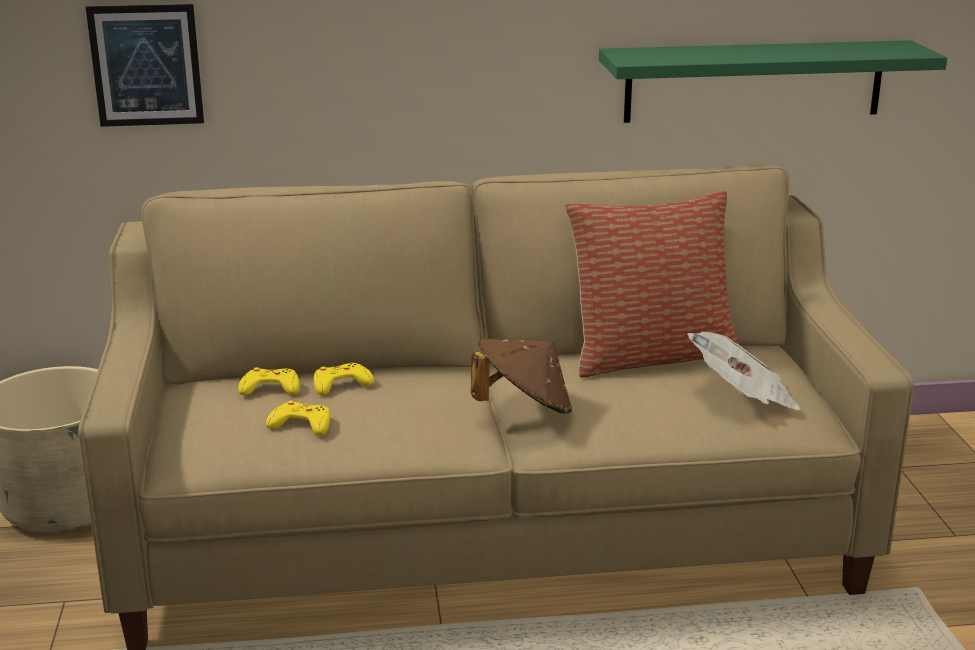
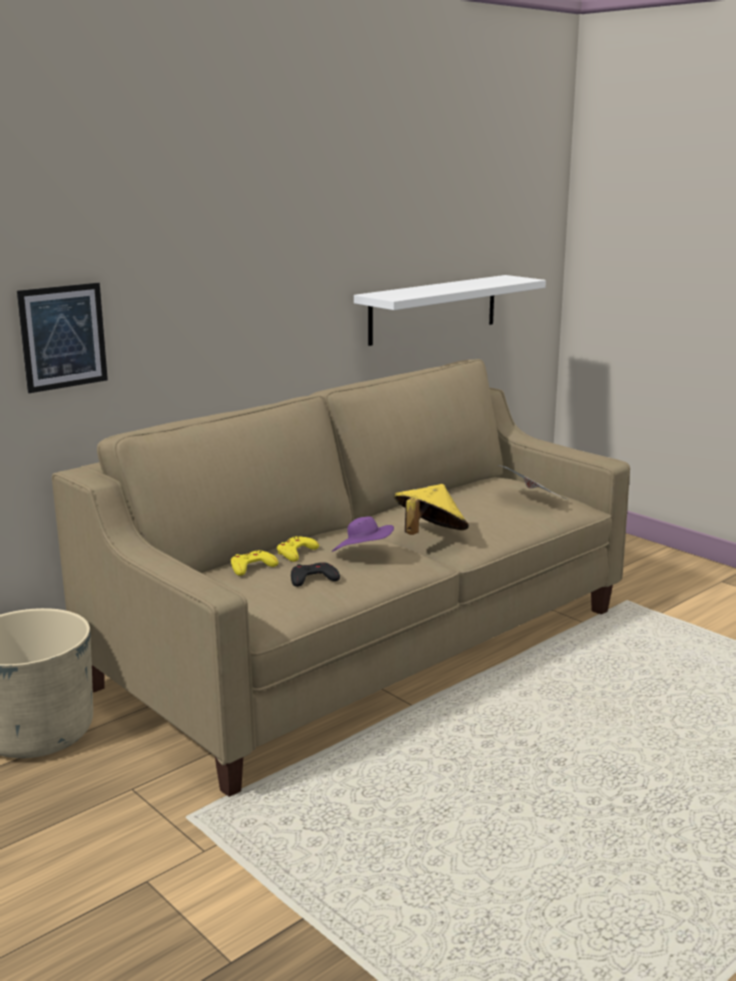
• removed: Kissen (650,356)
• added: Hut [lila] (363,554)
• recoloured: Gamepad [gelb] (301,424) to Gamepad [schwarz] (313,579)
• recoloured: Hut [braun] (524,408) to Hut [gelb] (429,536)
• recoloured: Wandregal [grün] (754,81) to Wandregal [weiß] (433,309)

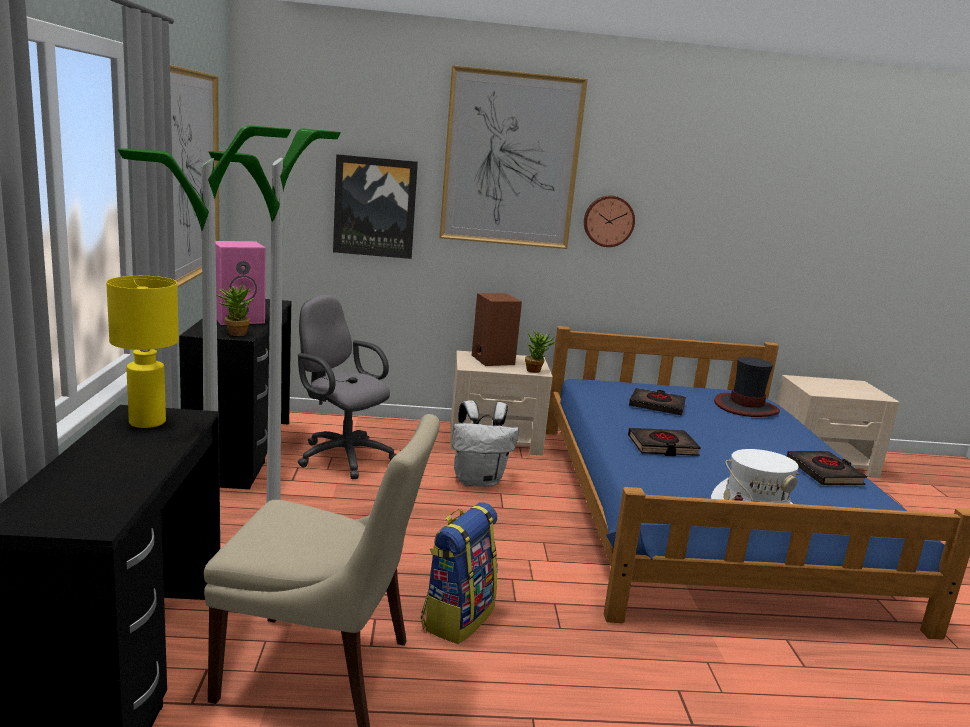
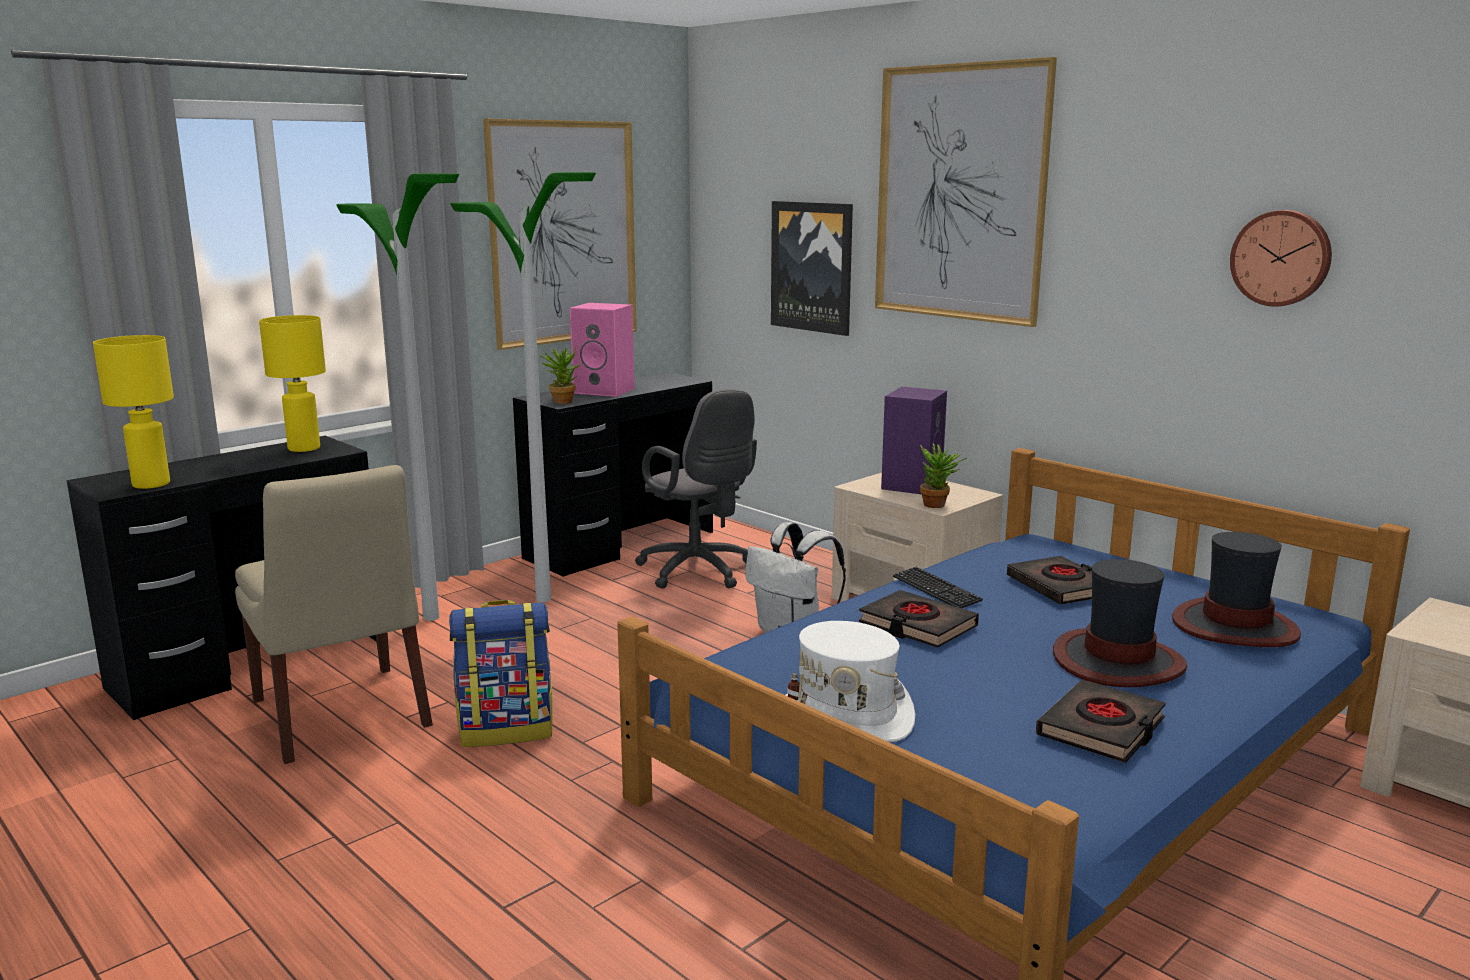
• added: Tischlampe [gelb] (152,484)
• added: Tastatur (936,590)
• added: Hut (1117,661)
• moved: Wanduhr (608,221) to (1281,258)
• recoloured: Lautsprecher [braun] (491,359) to Lautsprecher [lila] (911,484)
• turned: Bürostuhl [grau] (341,456) = (699,572) 150 degrees clockwise

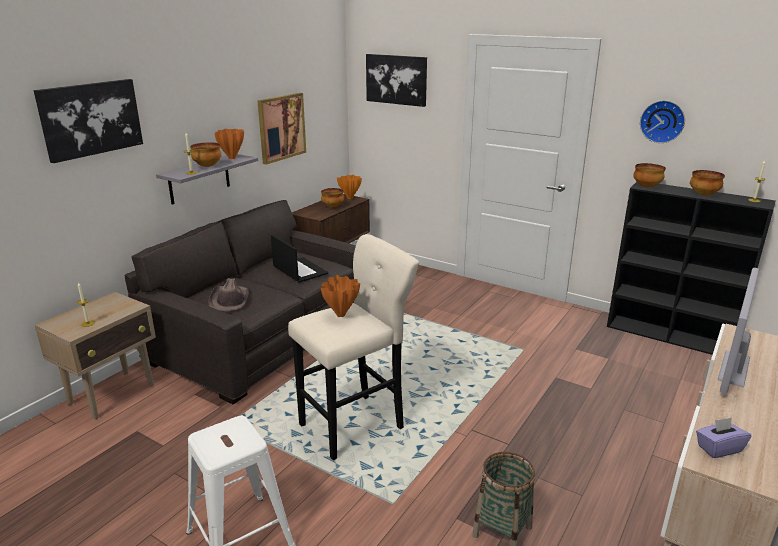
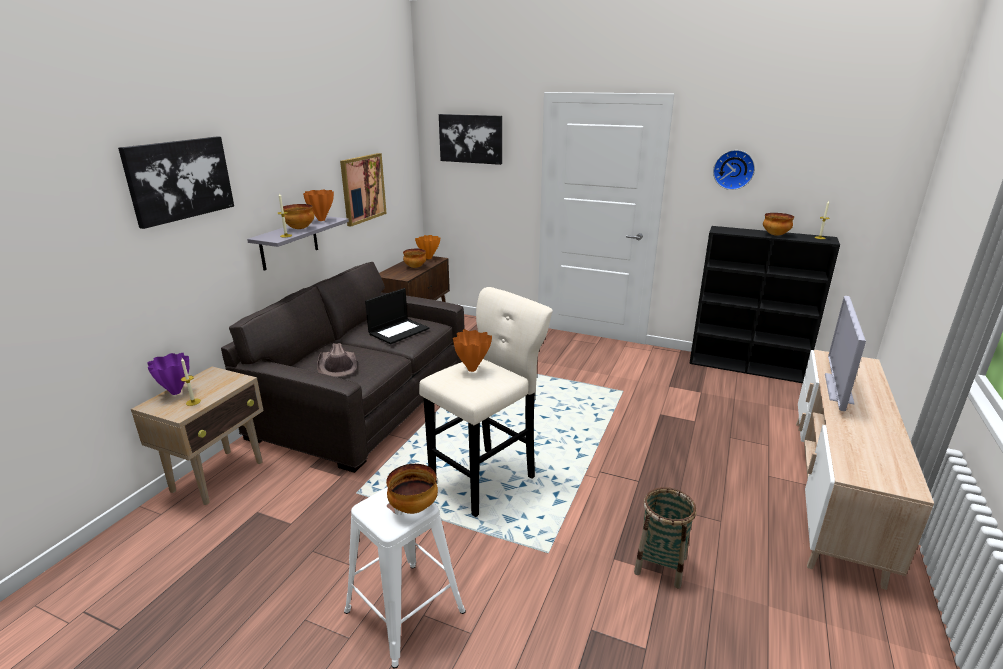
• removed: Taschentuchbox [lila] (718,448)
• added: Vase [lila] (176,392)
• moved: Schüssel (647,187) to (414,508)
• turned: Laptop (299,270) = (399,331) 90 degrees clockwise

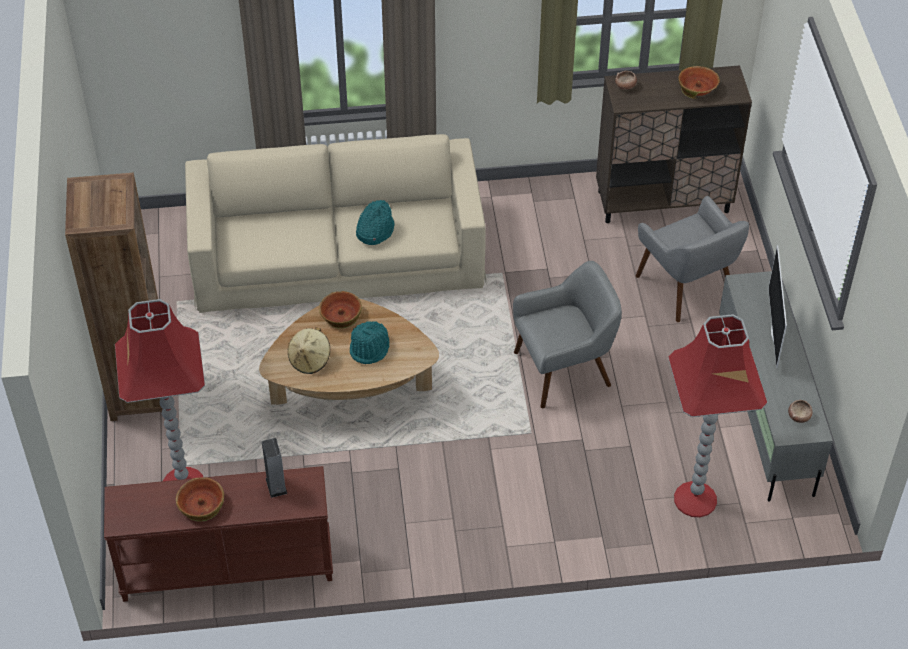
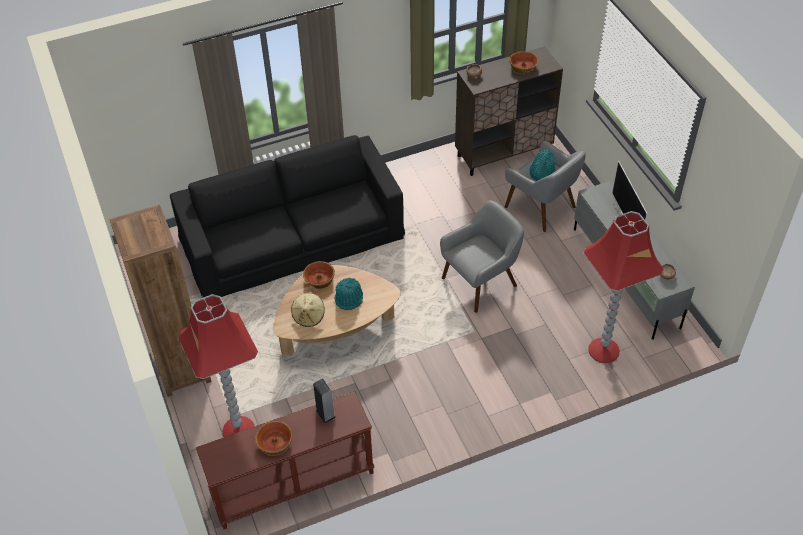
• moved: Hut [türkis] (374,230) to (541,172)
• recoloured: Sofa [beige] (337,253) to Sofa [schwarz] (292,237)

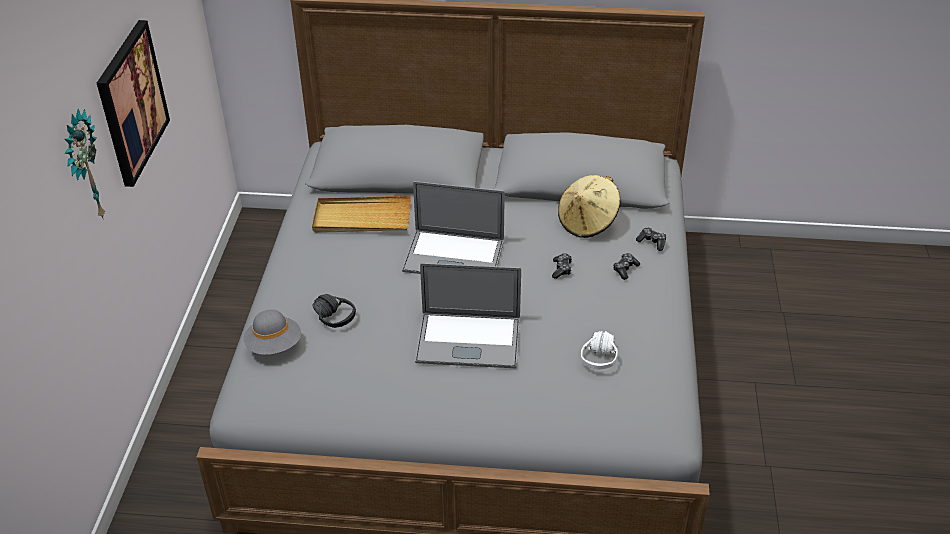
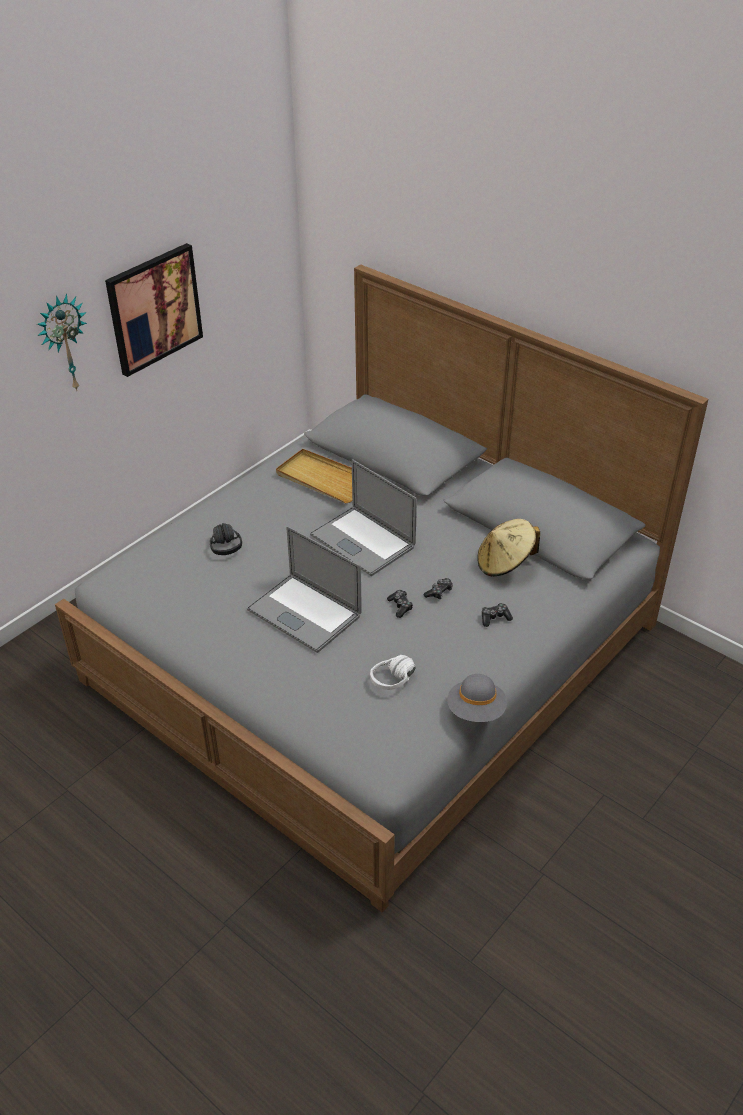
• moved: Hut [grau] (274,345) to (476,711)
• moved: Gamepad (652,242) to (400,606)

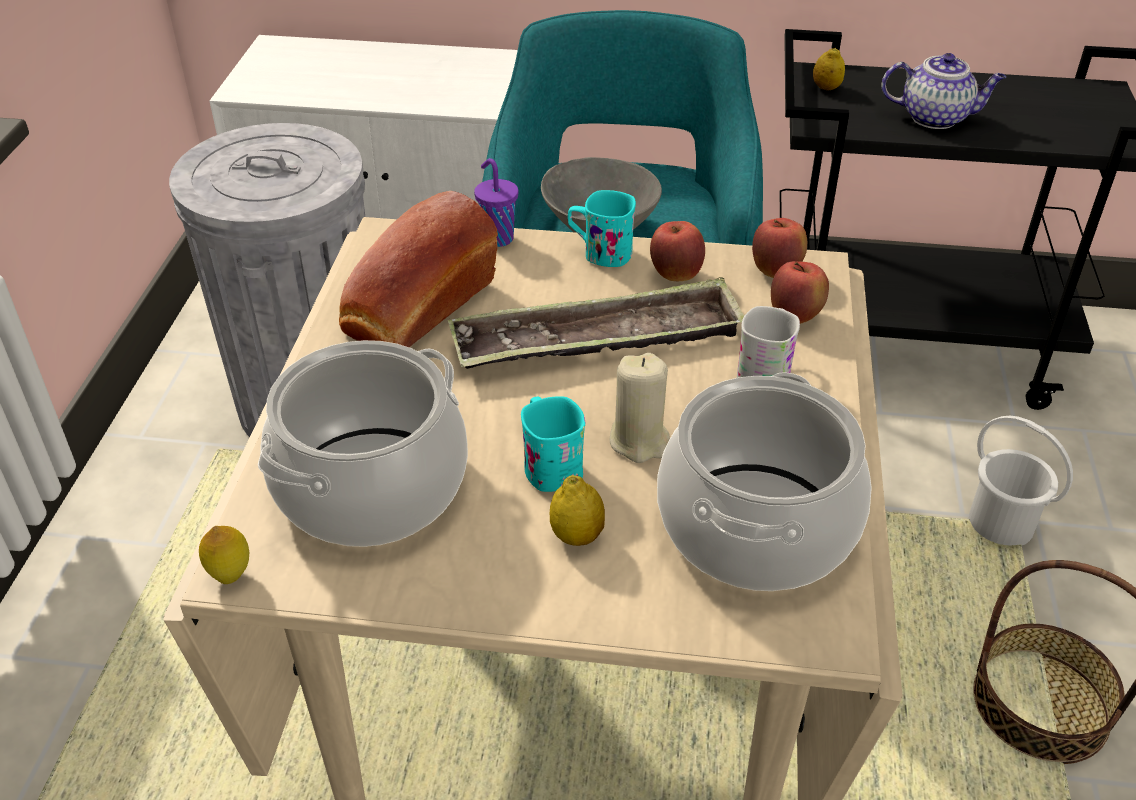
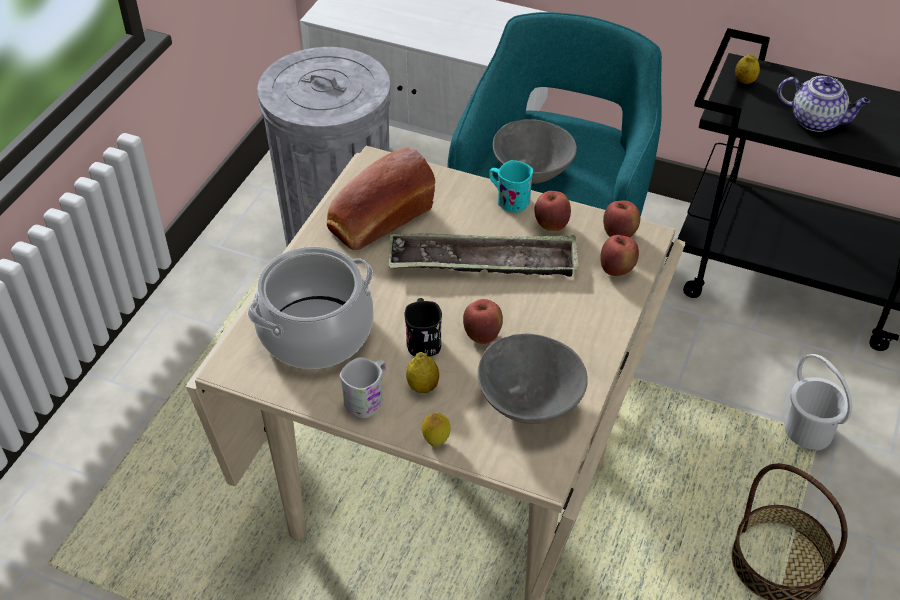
• removed: Tasse [lila] (497,238)
• moved: Zitrone (230,575) to (436,441)
• moved: Henkelbecher [weiß] (766,370) to (368,398)
• replaced: Kerze [beige] (640,441) to Apfel (482,335)
• replaced: Kochtopf (755,526) to Schüssel [grau] (529,402)
• recoloured: Henkelbecher [türkis] (549,464) to Henkelbecher [schwarz] (423,339)

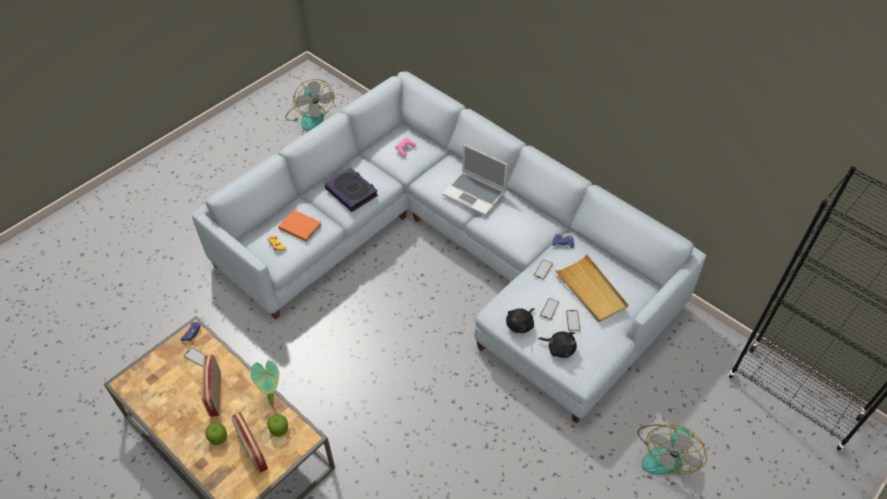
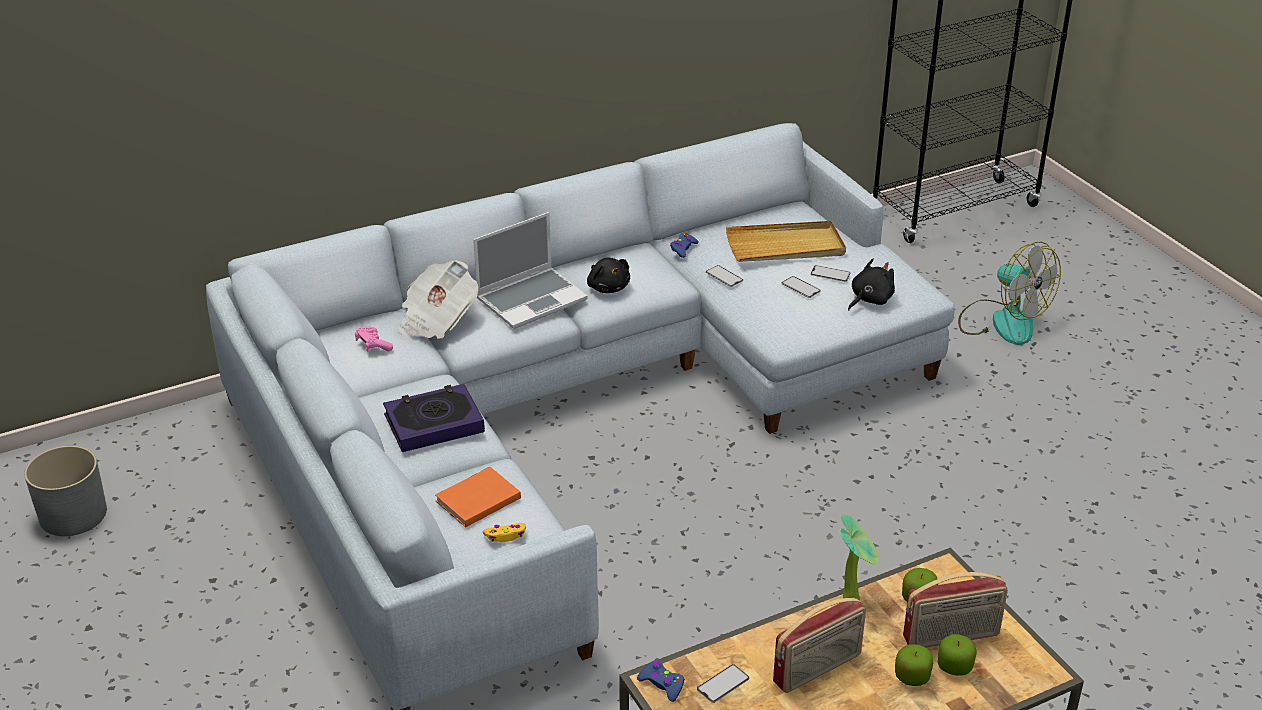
• added: Zeitung (437,319)
• added: Apfel (954,666)
• moved: Plüschtier [schwarz] (520,325) to (608,287)
• replaced: Ventilator (310,116) to Pflanzkübel [grau] (73,514)
• turned: Radio (214,394) = (818,670) 45 degrees counterclockwise

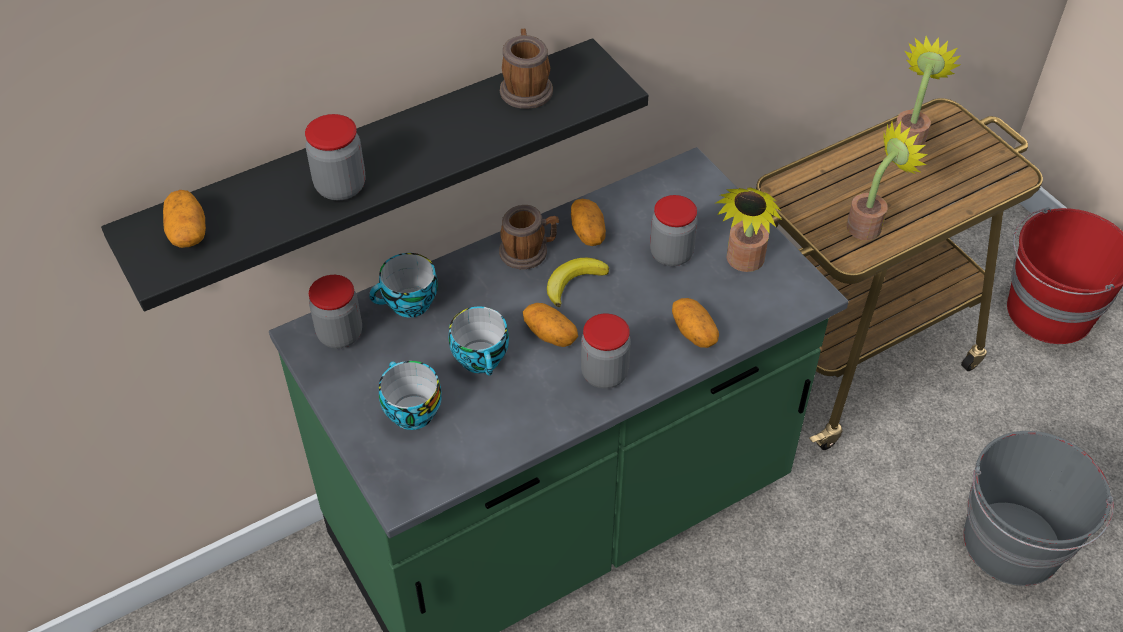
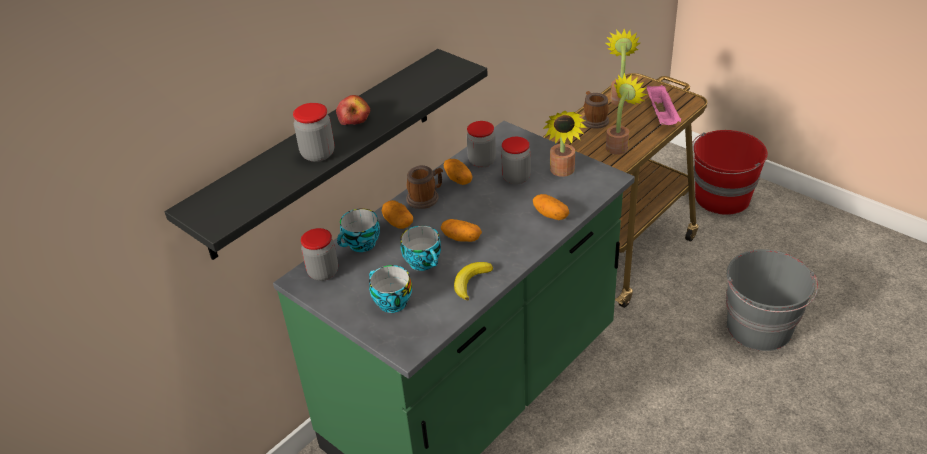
• added: Apfel (354,119)
• added: Tablett [rosa] (662,116)
• moved: Kartoffel (188,232) to (398,222)
• moved: Henkelbecher (525,87) to (593,119)
• moved: Banane (573,282) to (471,282)
• moved: Vorratsglas (604,374) to (482,161)

